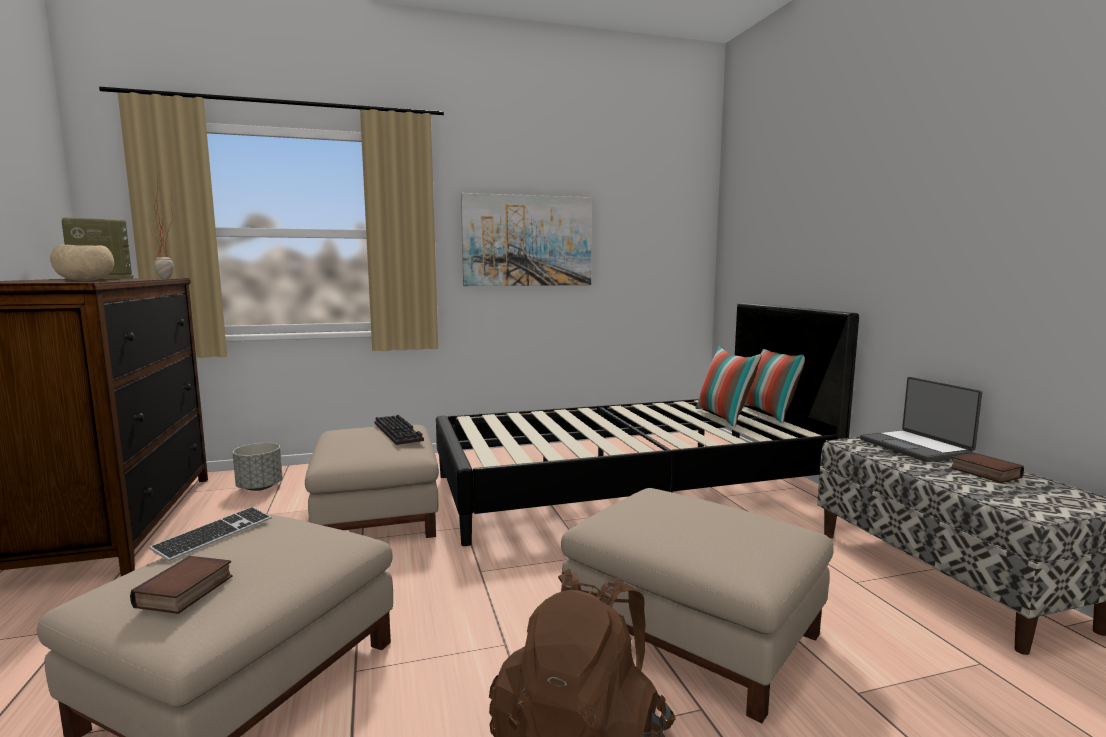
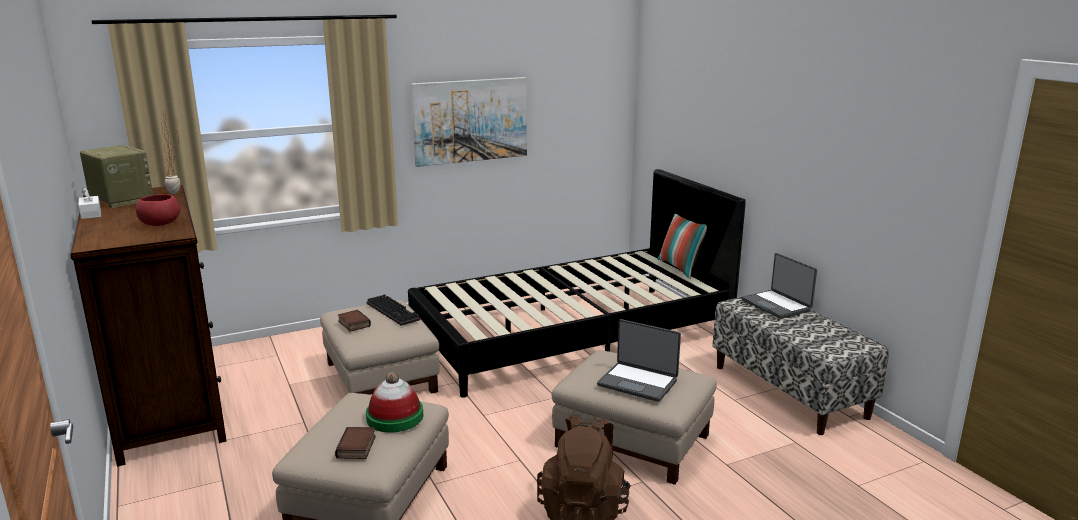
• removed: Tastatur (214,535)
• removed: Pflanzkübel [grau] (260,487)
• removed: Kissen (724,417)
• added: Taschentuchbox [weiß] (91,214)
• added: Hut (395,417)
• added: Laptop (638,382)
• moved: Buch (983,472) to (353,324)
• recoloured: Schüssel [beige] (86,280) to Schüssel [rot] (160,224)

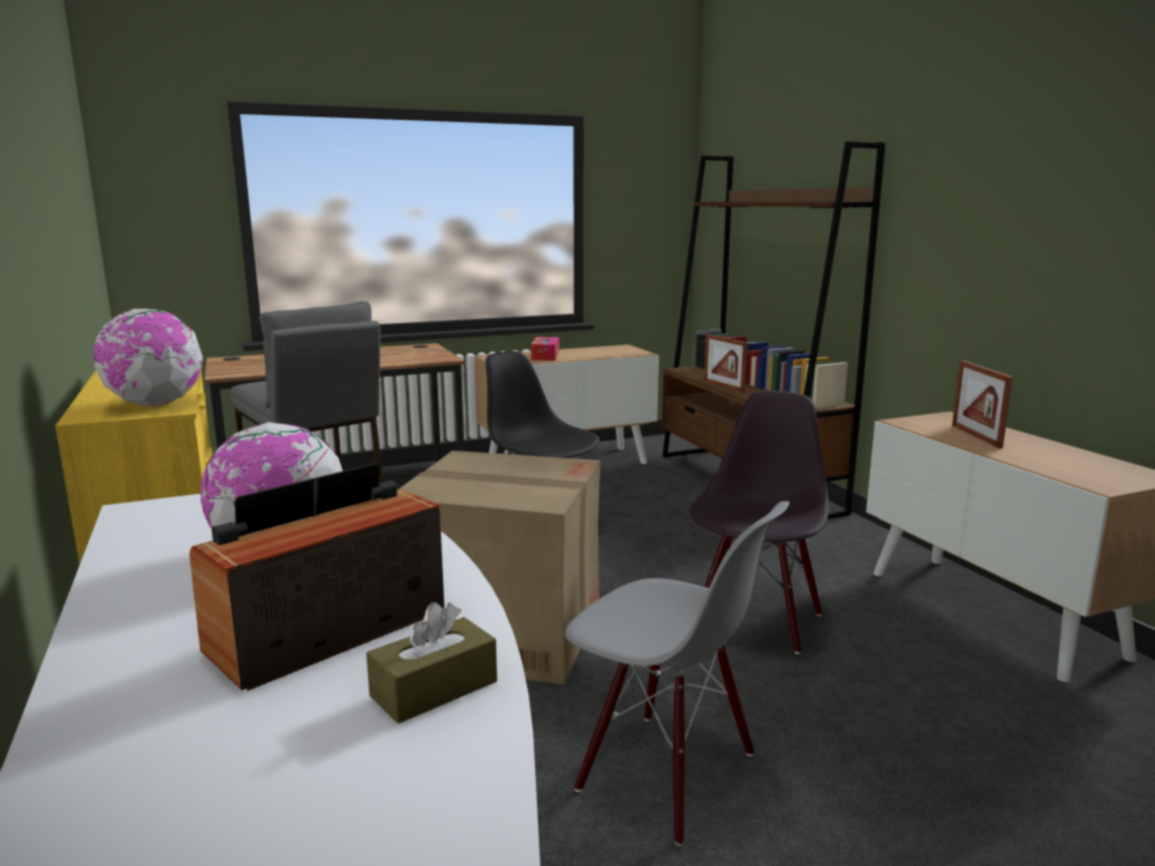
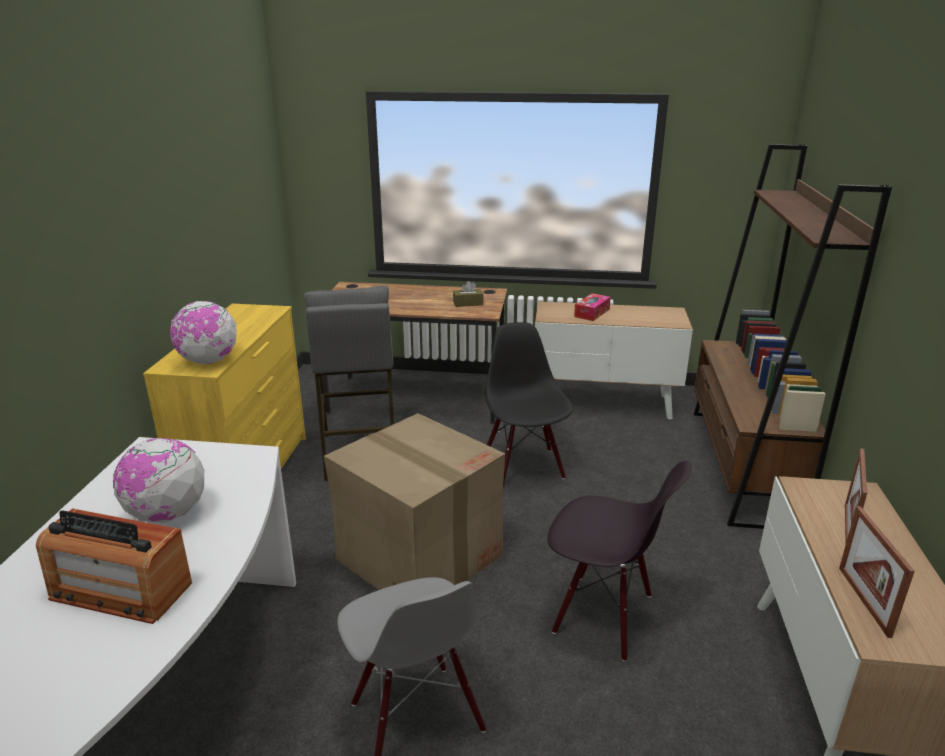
• moved: Taschentuchbox [braun] (434,689) to (468,303)
• moved: Bilderrahmen (723,386) to (864,601)
• turned: Radio (328,631) = (120,591) 150 degrees counterclockwise
• turned: Stuhl [schwarz] (754,620) = (603,615) 60 degrees clockwise

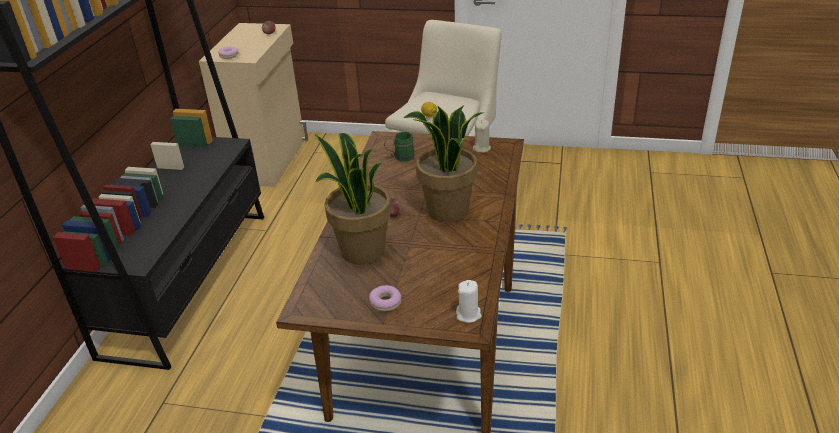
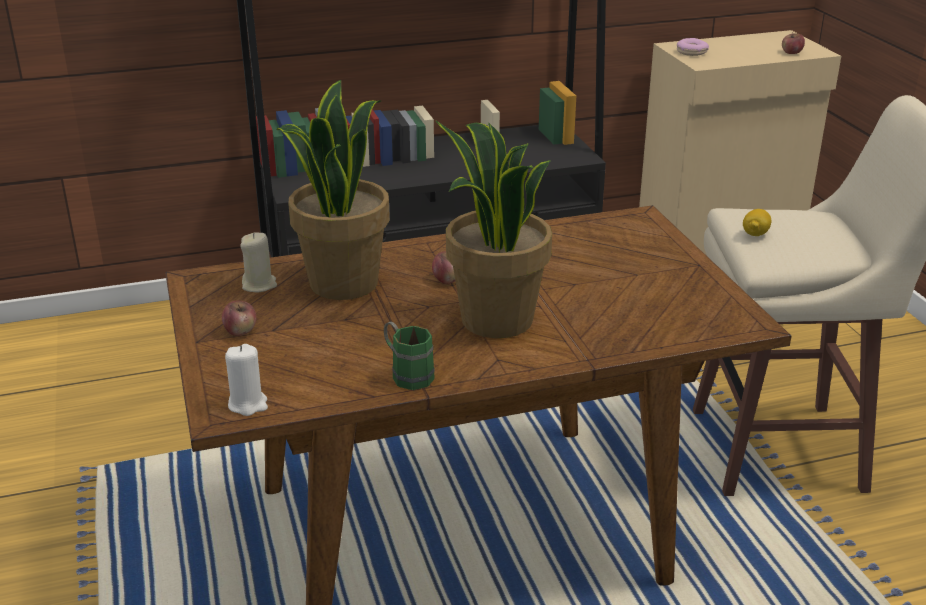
• moved: Henkelbecher [grün] (400,157) to (406,374)
• moved: Kerze [beige] (481,148) to (259,285)
• replaced: Donut (385,302) to Apfel (240,331)

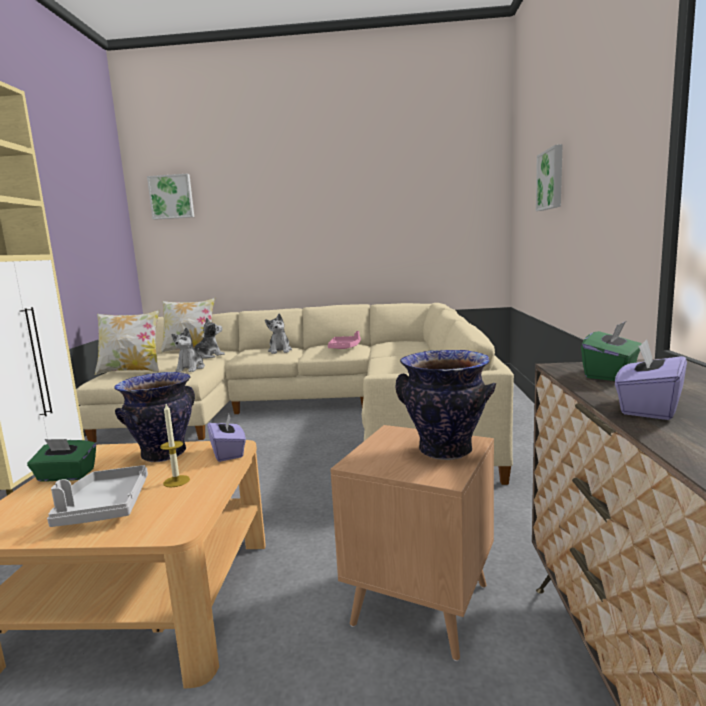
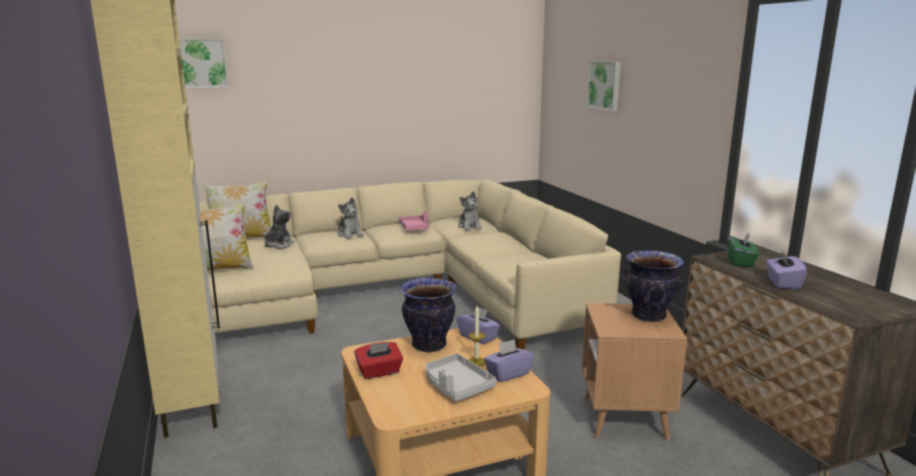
• added: Taschentuchbox [lila] (508,374)
• moved: Plüschtier (191,368) to (469,226)
• recoloured: Taschentuchbox [grün] (66,476) to Taschentuchbox [rot] (379,372)

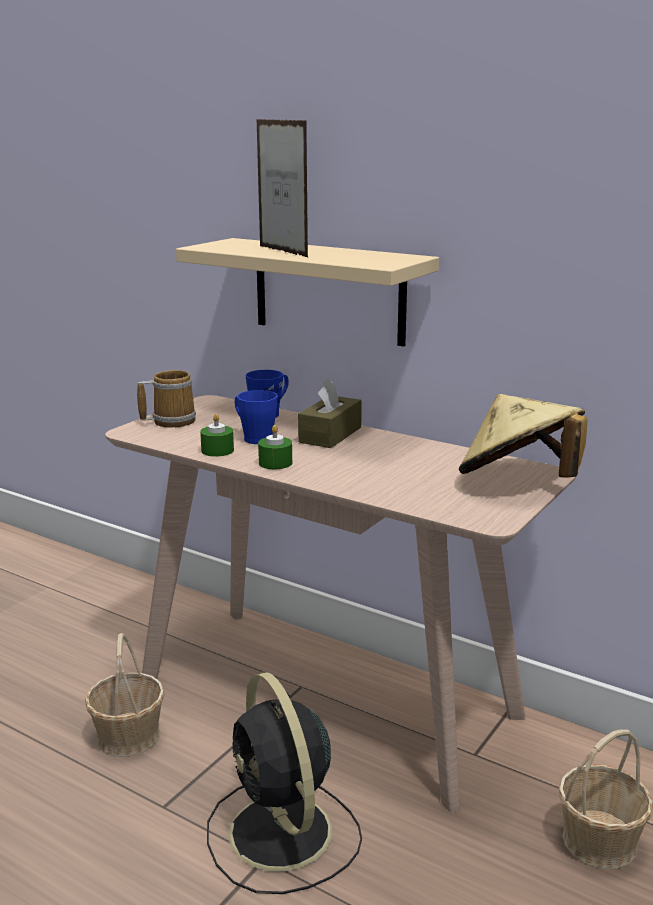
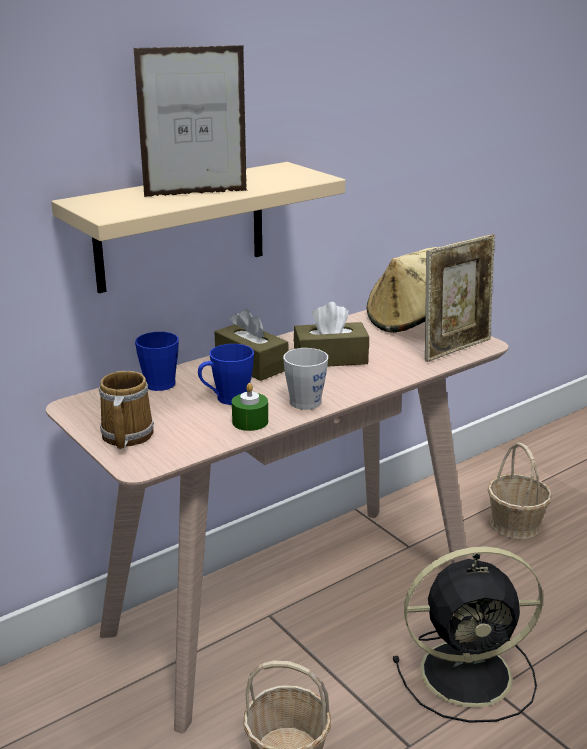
• added: Taschentuchbox [braun] (330,358)
• added: Bilderrahmen (456,348)
• replaced: Kerze [grün] (275,463) to Henkelbecher [grau] (308,399)

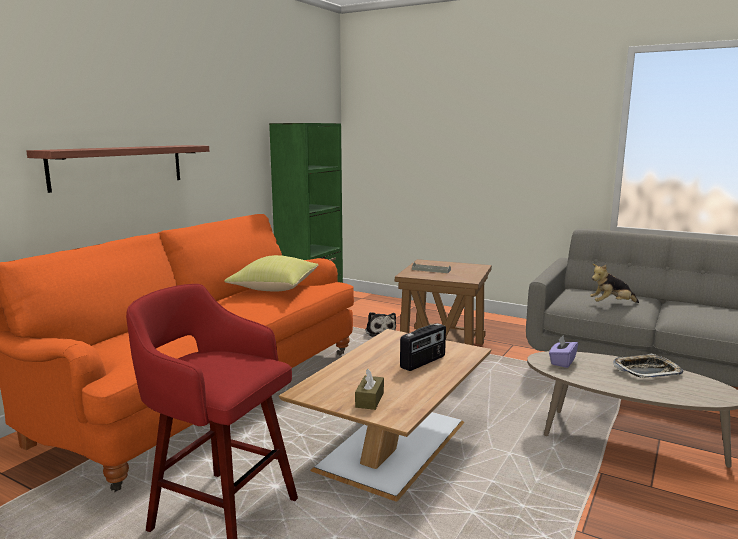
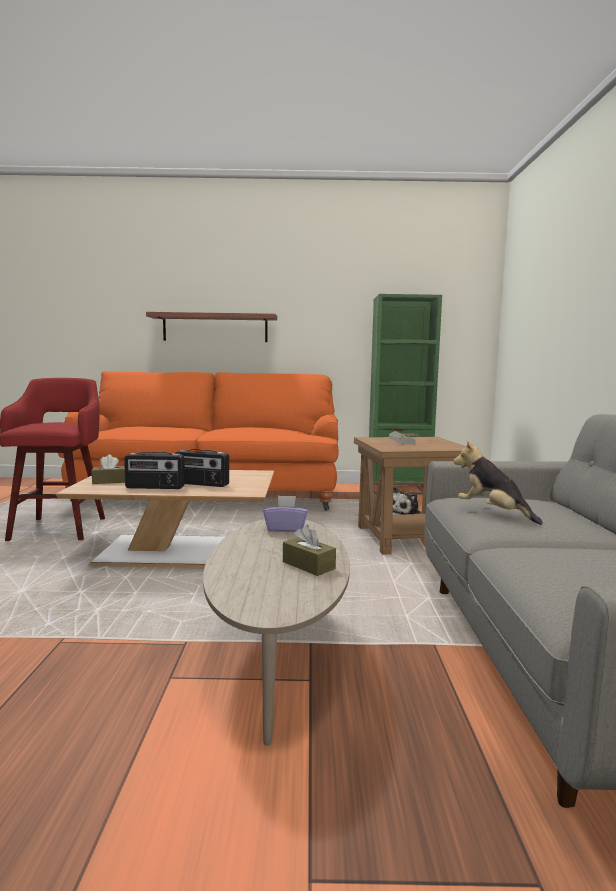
• removed: Kissen [gelb] (274,288)
• added: Radio (155,487)
• replaced: Tablett (646,371) to Taschentuchbox [braun] (308,565)

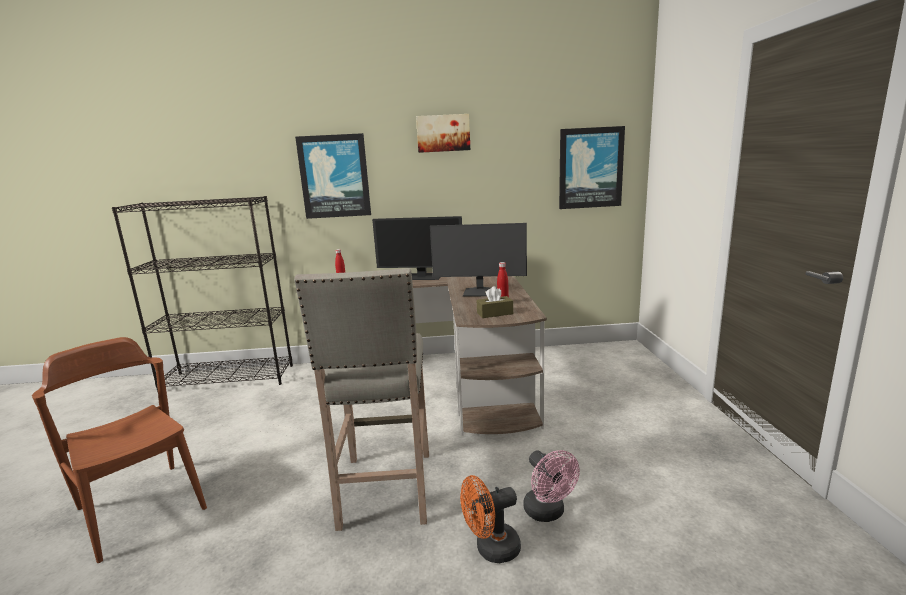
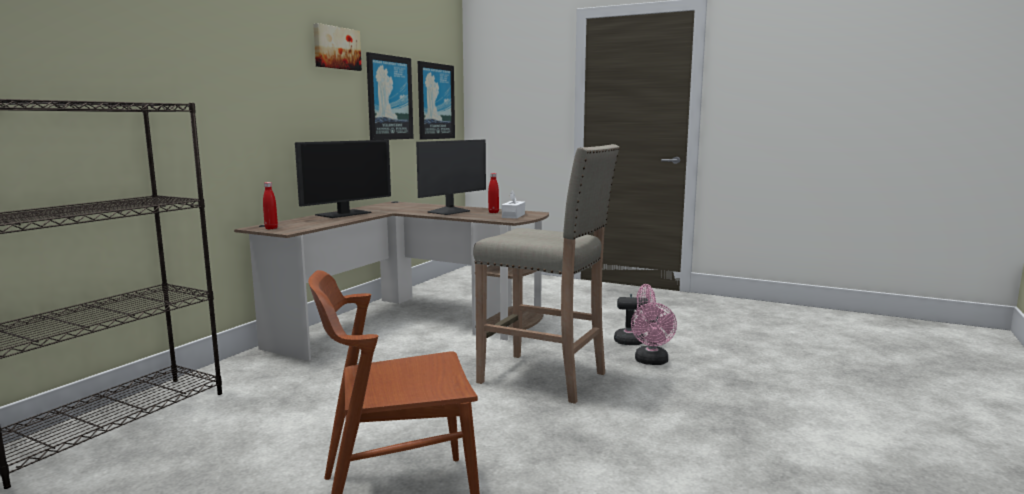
• moved: Bild (334,176) to (389,98)
• recoloured: Ventilator [orange] (491,549) to Ventilator [rosa] (651,362)
• recoloured: Taschentuchbox [braun] (495,313) to Taschentuchbox [weiß] (513,216)

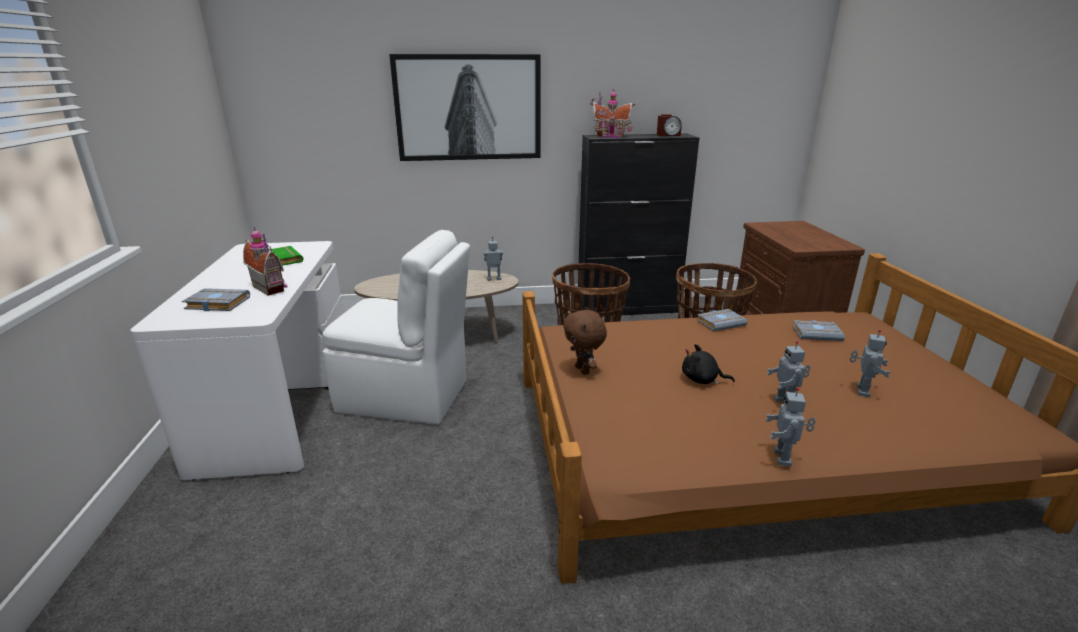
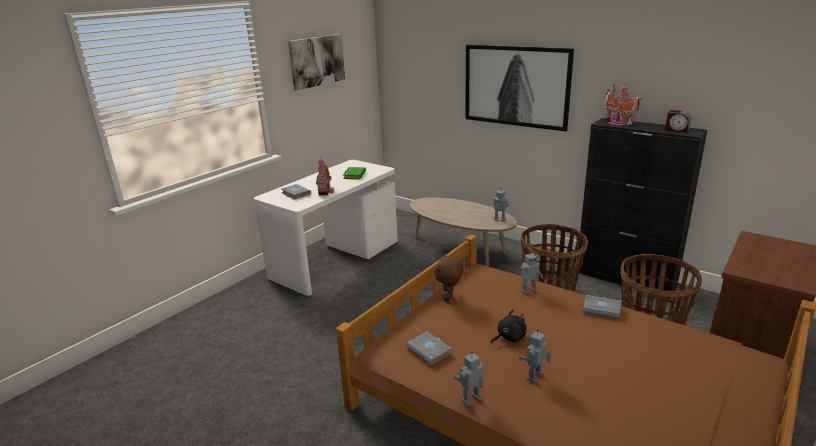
• removed: Stuhl [weiß] (406,397)
• added: Bild (316,61)
• moved: Buch [grau] (817,333) to (430,351)
• moved: Spielzeugroboter (861,390) to (528,290)
• turned: Plüschtier [schwarz] (702,380) = (509,337) 90 degrees clockwise

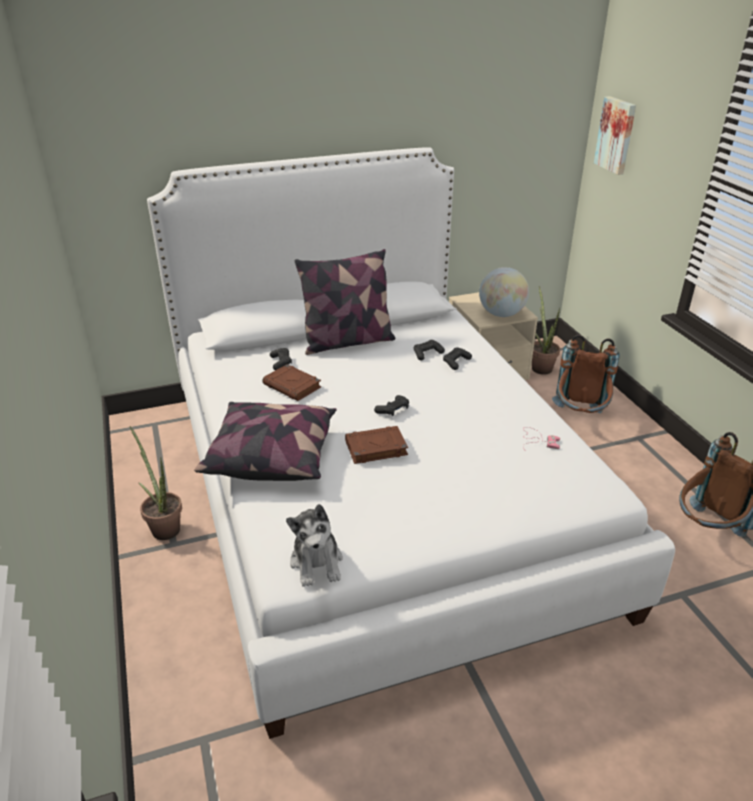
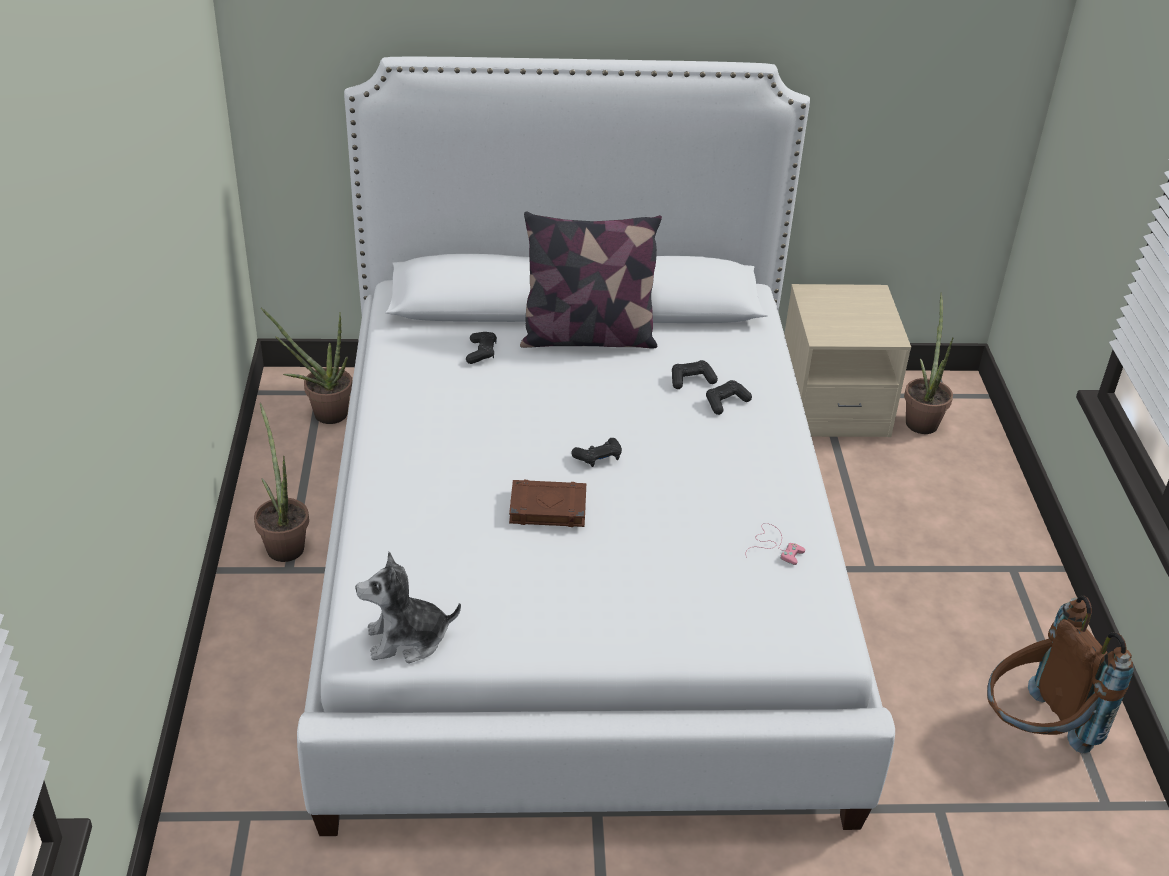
• removed: Kissen (271,455)
• removed: Buch [braun] (292,386)
• removed: Globus (501,314)
• removed: Rucksack [braun] (579,418)
• removed: Bild (616,135)
• added: Topfpflanze (323,413)
• turned: Plüschtier (317,562) = (407,640) 75 degrees clockwise

